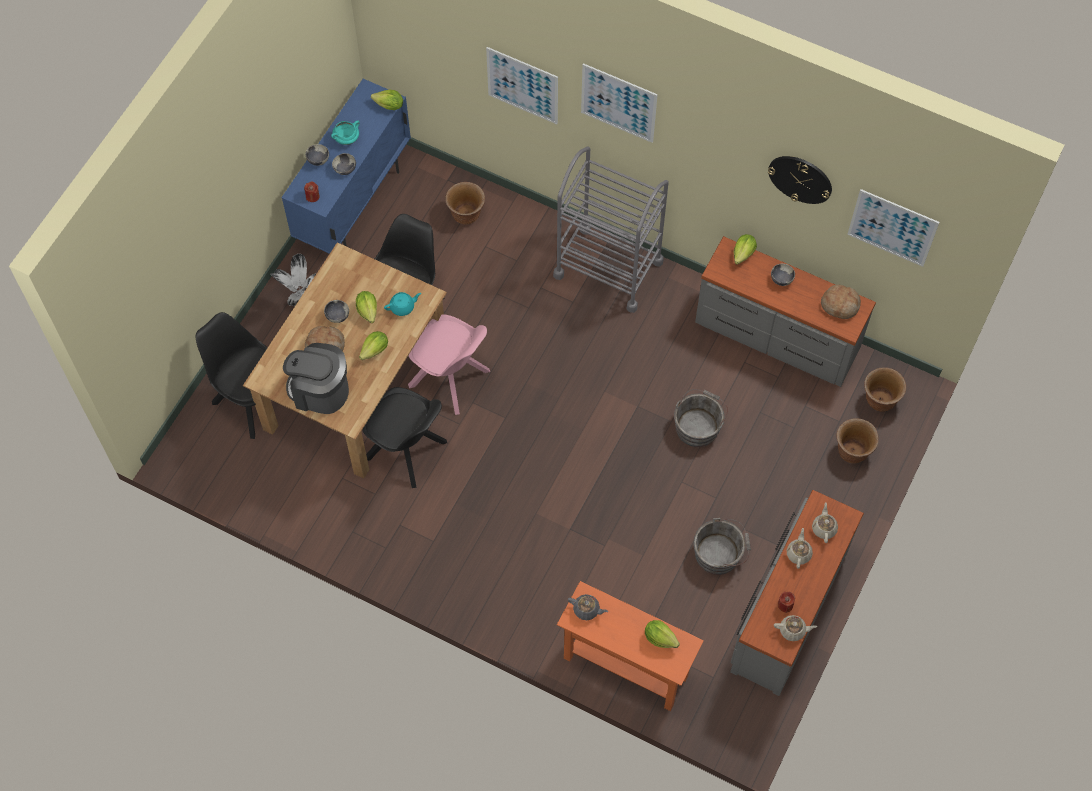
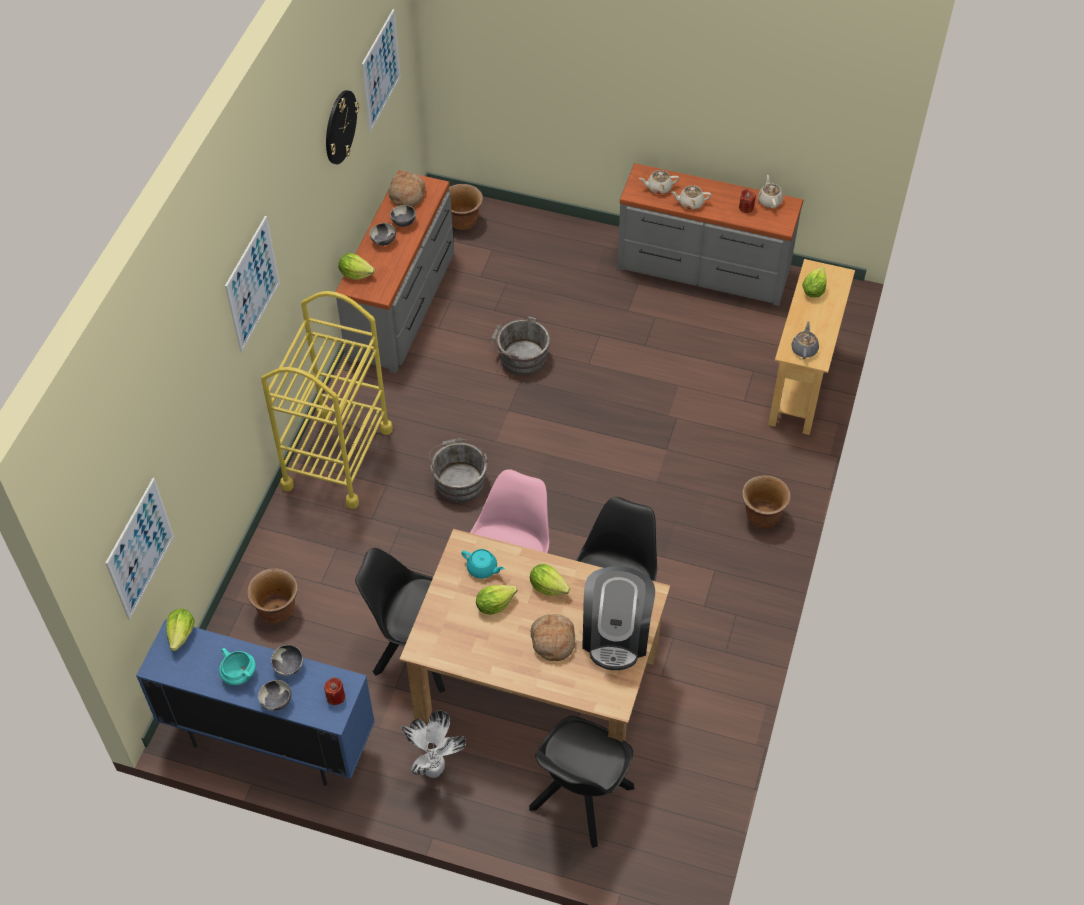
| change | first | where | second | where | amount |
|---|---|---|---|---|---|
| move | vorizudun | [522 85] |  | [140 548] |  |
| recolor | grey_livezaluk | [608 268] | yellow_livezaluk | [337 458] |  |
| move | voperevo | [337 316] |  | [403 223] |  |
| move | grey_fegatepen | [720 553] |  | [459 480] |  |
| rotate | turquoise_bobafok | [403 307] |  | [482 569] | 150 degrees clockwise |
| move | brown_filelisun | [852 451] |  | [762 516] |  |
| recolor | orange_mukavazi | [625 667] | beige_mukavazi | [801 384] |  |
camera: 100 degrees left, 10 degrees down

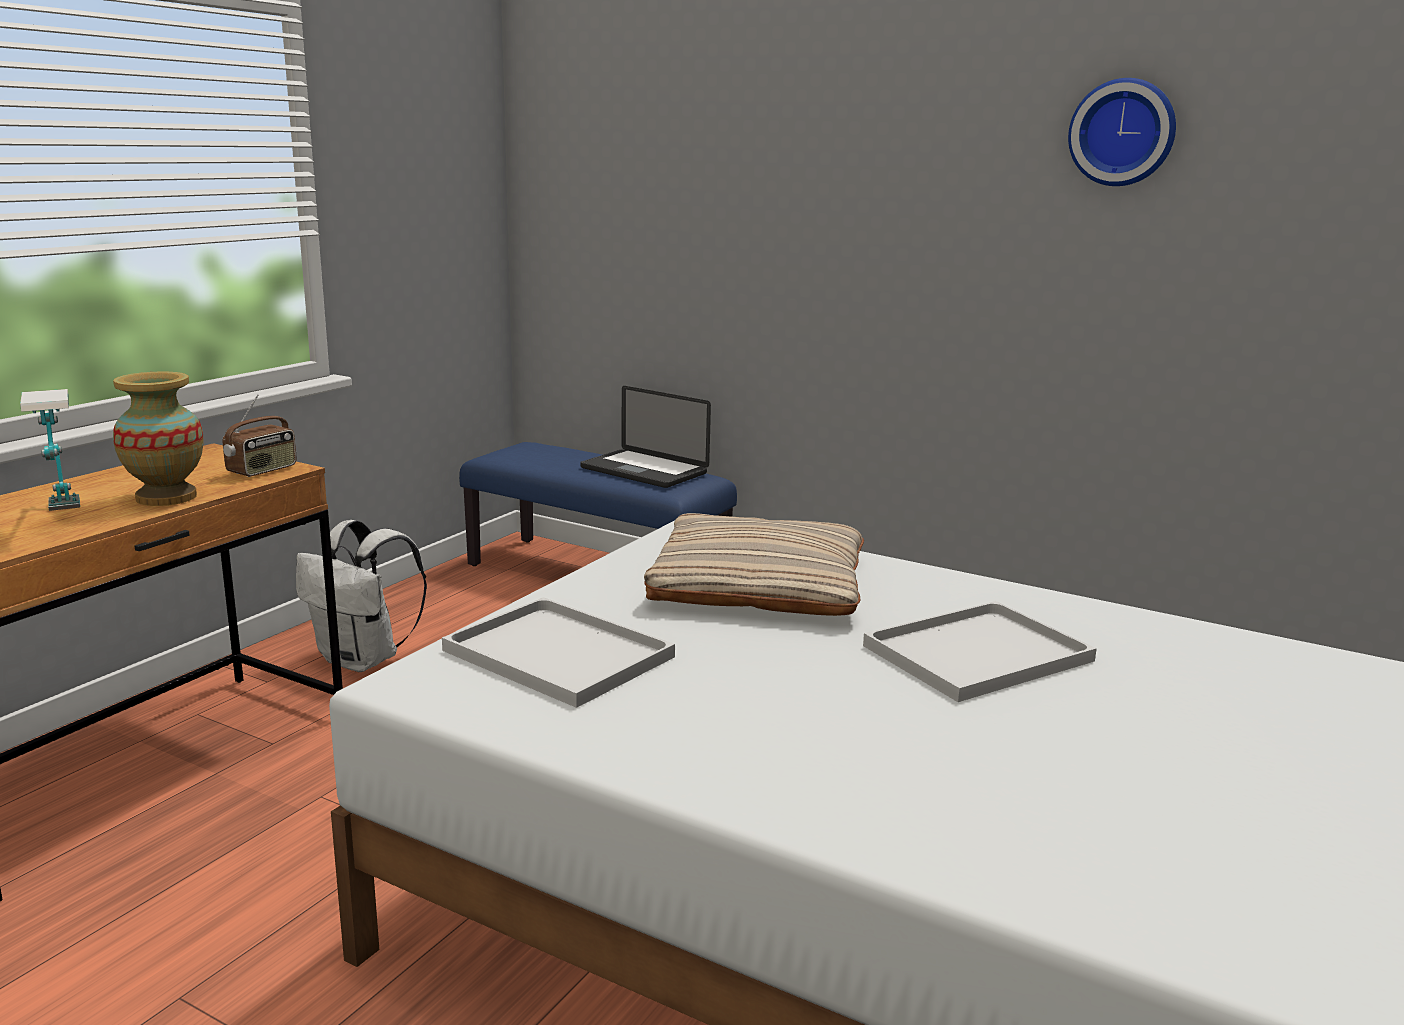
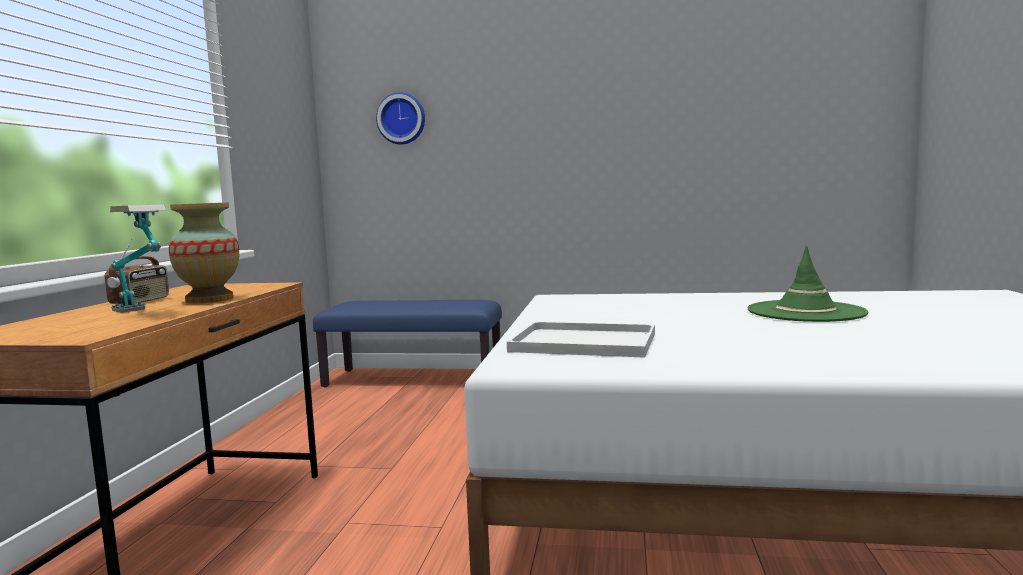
| change | first | where | second | where | amount |
|---|---|---|---|---|---|
| move | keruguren | [263 470] |  | [140 302] |  |
| move | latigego | [1122 132] |  | [402 119] |  |
| replace | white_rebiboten | [976 655] | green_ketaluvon | [805 312] |  |
| delete | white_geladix | [363 660] |  |  |  |
| delete | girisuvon | [644 471] |  |  |  |
| delete | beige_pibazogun | [759 582] |  |  |  |
camera: 20 degrees left, 10 degrees down

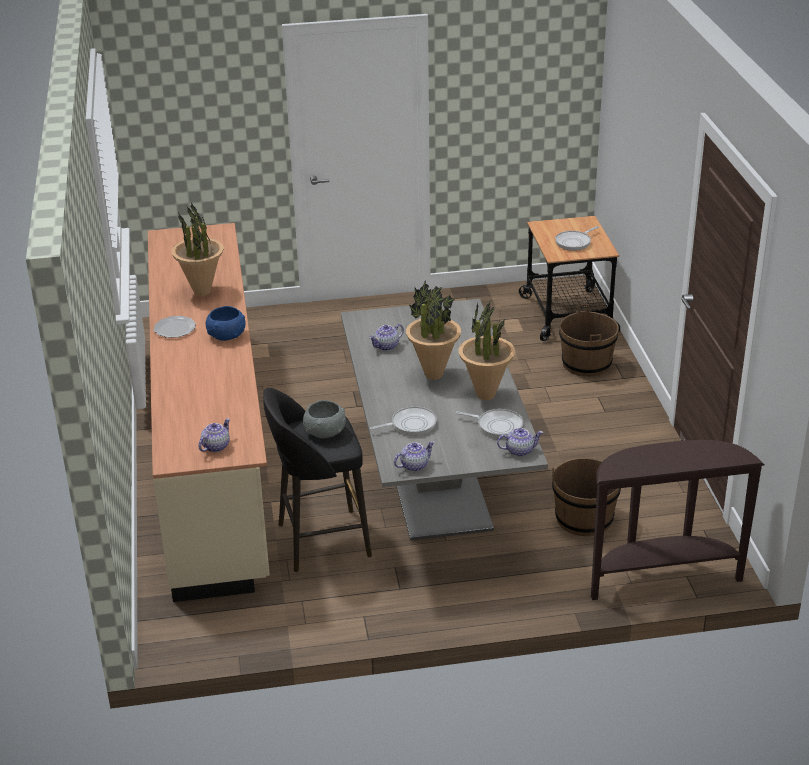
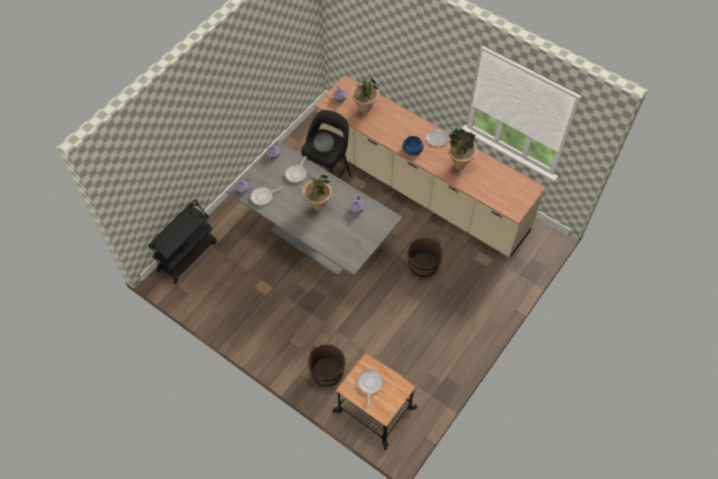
| change | first | where | second | where | amount |
|---|---|---|---|---|---|
| replace | brown_mukavazi | [661 577] | black_livezaluk | [187 256] |  |
| move | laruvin | [485 395] |  | [365 111] |  |
| move | brown_fegatepen | [584 519] |  | [423 265] |  |
camera: 135 degrees right, 25 degrees up

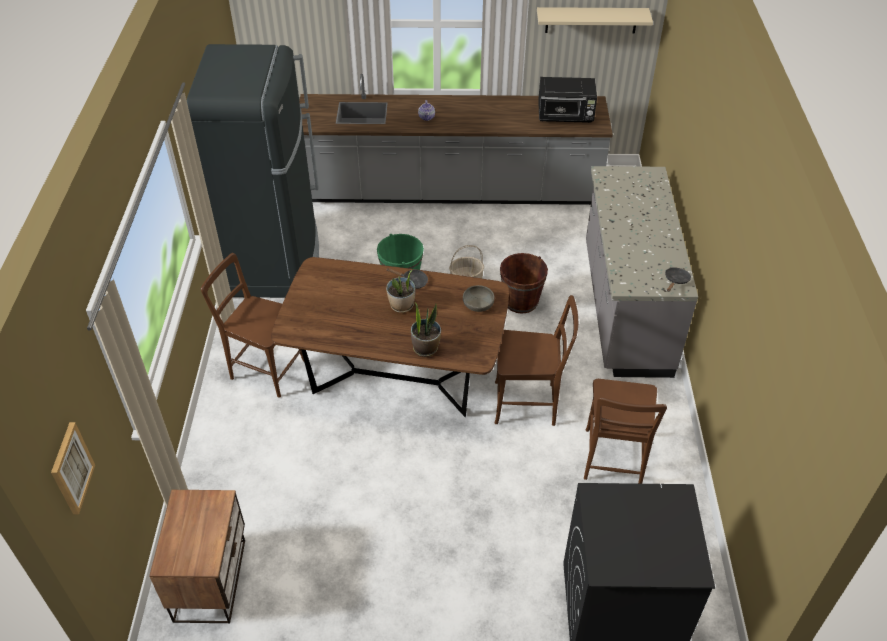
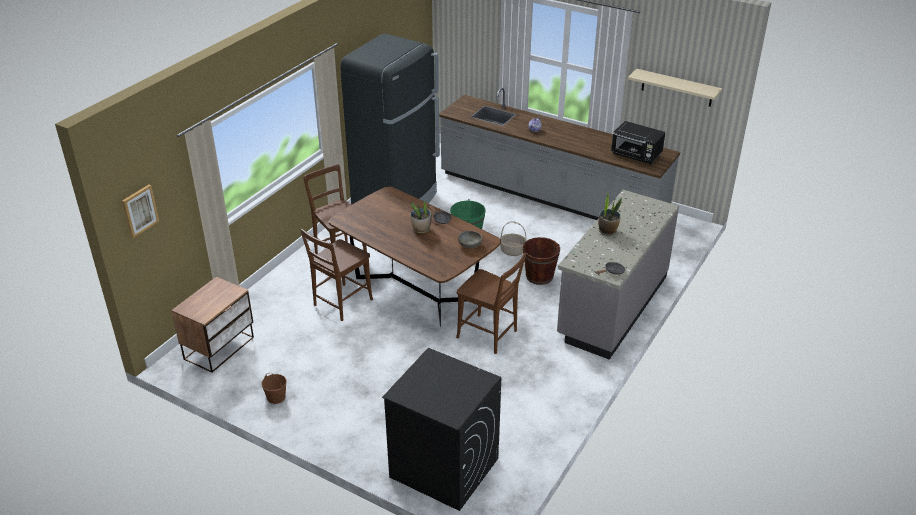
| change | first | where | second | where | amount |
|---|---|---|---|---|---|
| insert |  |  | brown_fegatepen | [275 397] |  |
| move | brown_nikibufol | [612 461] |  | [340 304] |  |
| move | laruvin | [425 348] |  | [607 231] |  |
camera: 30 degrees right, 10 degrees down

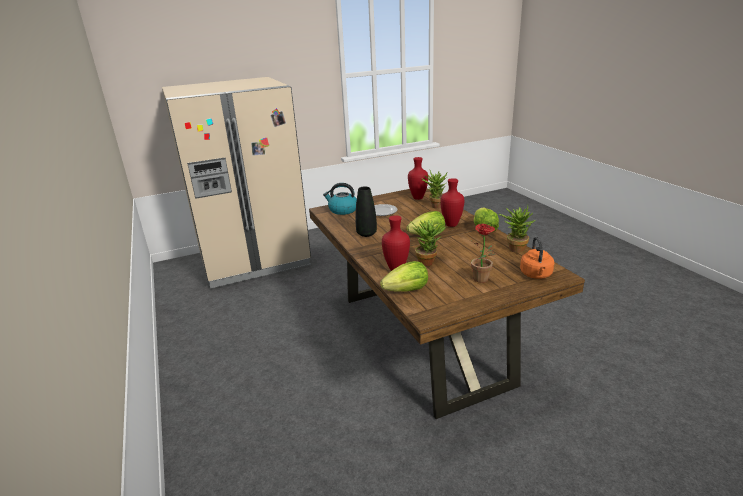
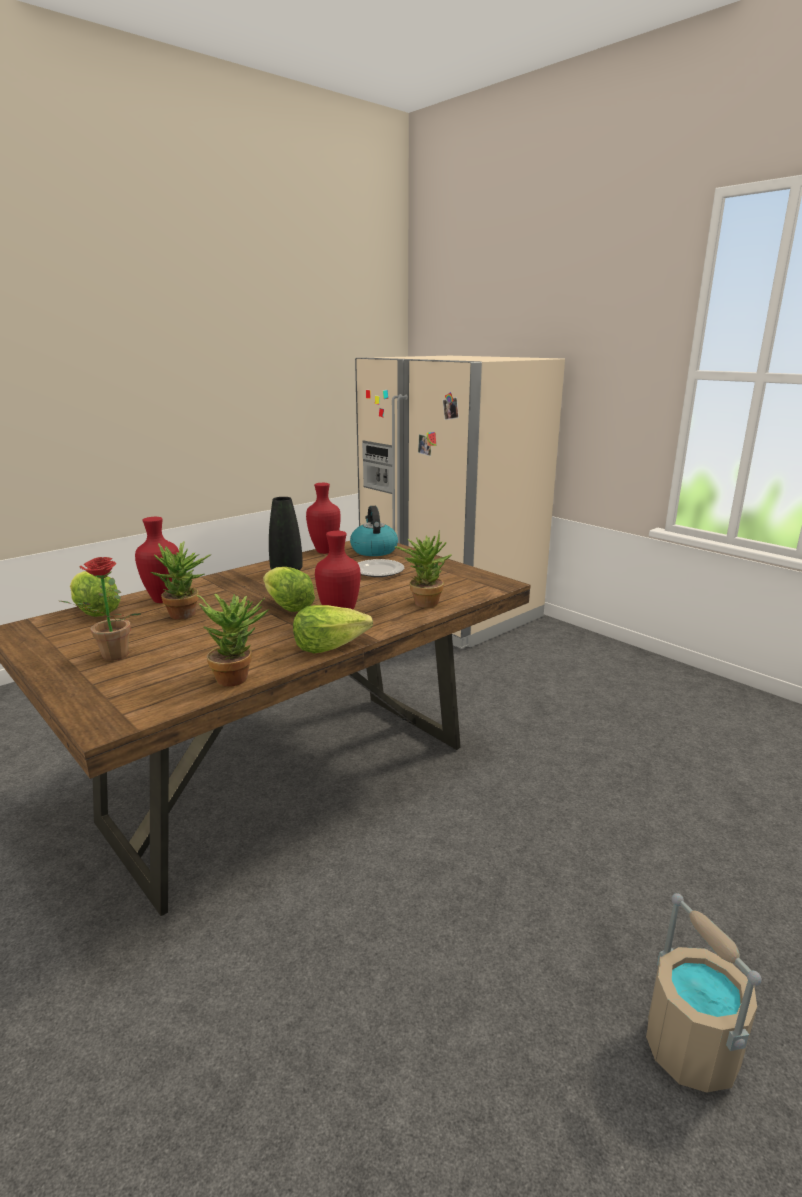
| change | first | where | second | where | amount |
|---|---|---|---|---|---|
| move | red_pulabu | [417 198] |  | [325 551] |  |
| insert |  |  | beige_fegatepen | [690 1048] |  |
| delete | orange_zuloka | [536 275] |  |  |  |
camera: 70 degrees right, 5 degrees down

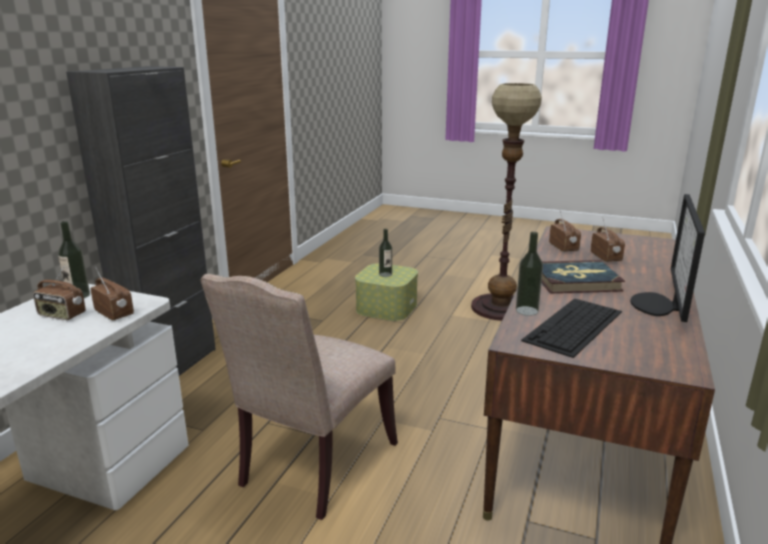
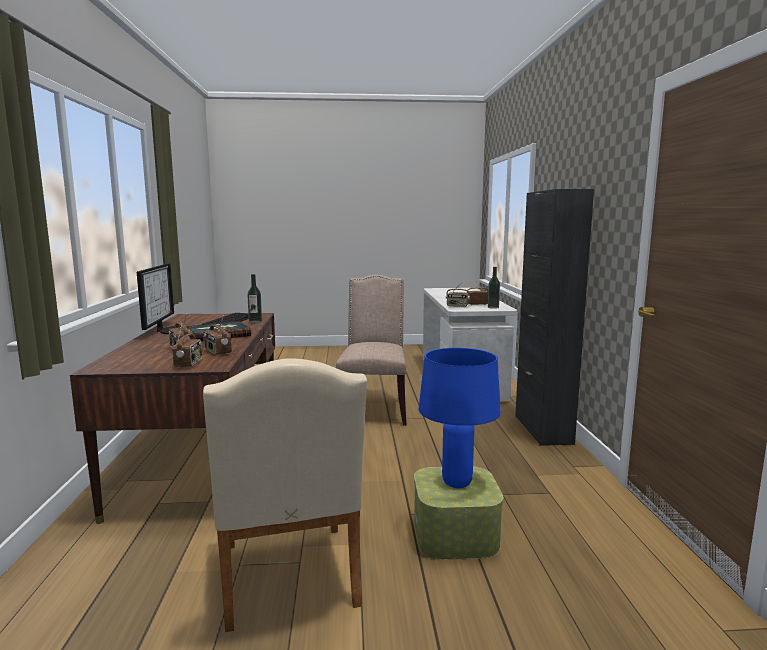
| change | first | where | second | where | amount |
|---|---|---|---|---|---|
| insert |  |  | keruguren | [189 364] |  |
| replace | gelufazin | [500 307] | beige_nikibufol | [289 581] |  |
| replace | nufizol | [385 274] | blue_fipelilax | [457 483] |  |
camera: 155 degrees right, 10 degrees down

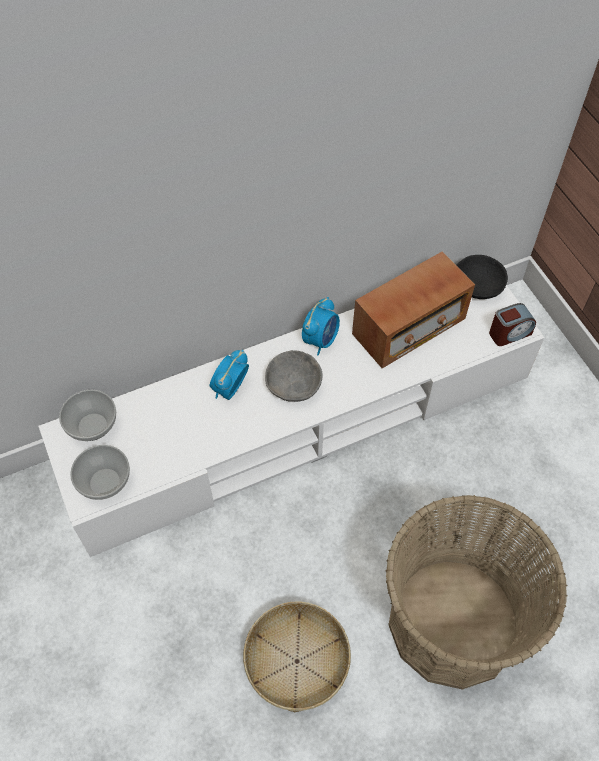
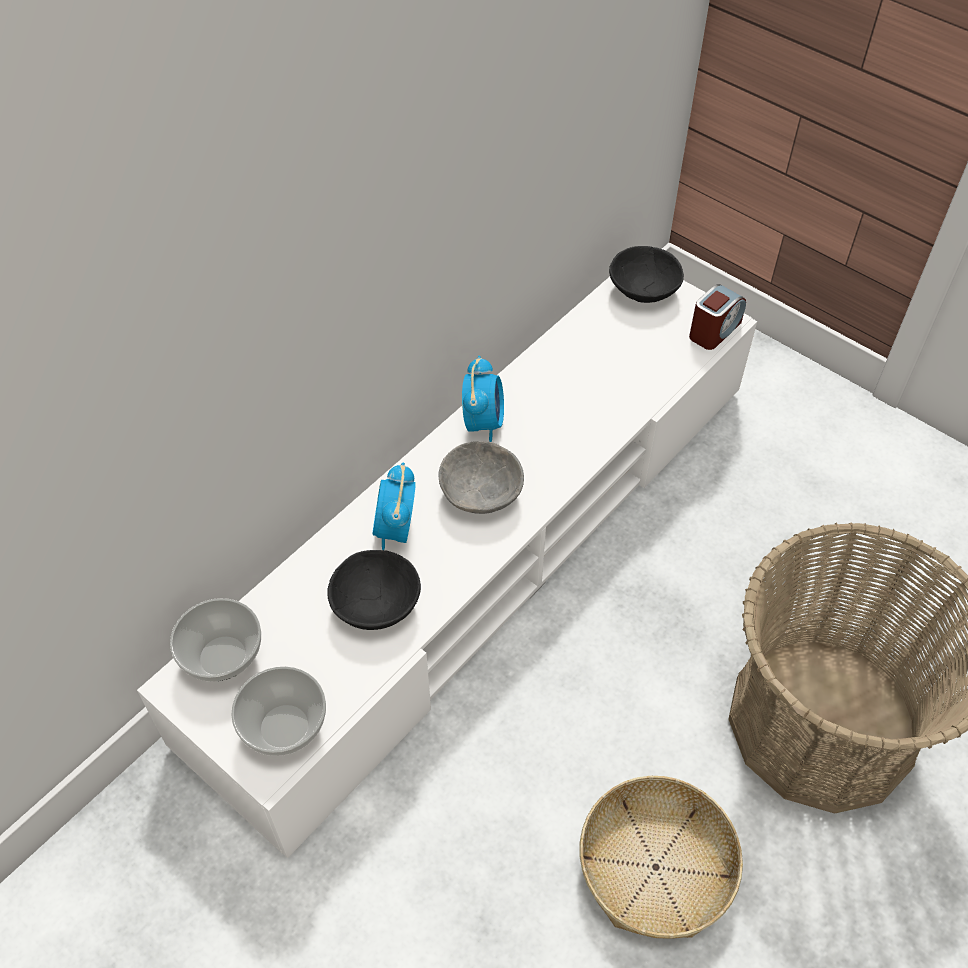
| change | first | where | second | where | amount |
|---|---|---|---|---|---|
| insert |  |  | black_voperevo | [377 604] |  |
| delete | keruguren | [409 328] |  |  |  |
camera: 25 degrees left, 5 degrees down

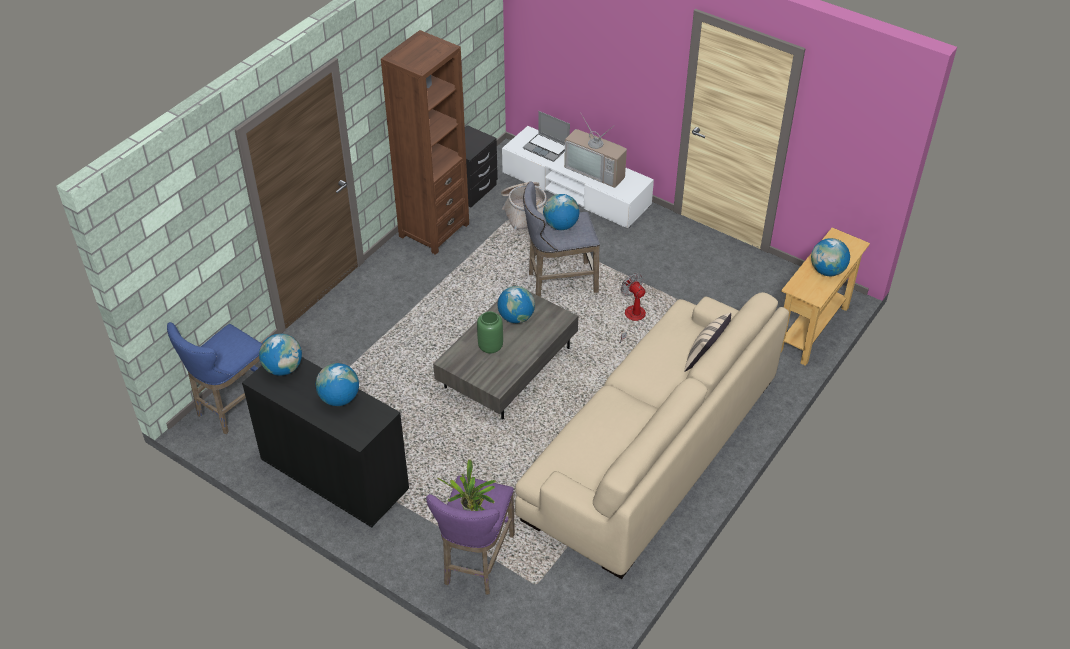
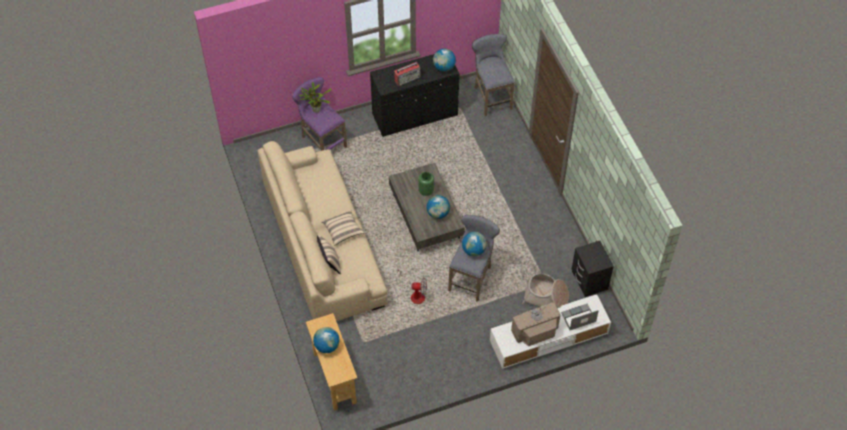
| change | first | where | second | where | amount |
|---|---|---|---|---|---|
| insert |  |  | beige_pibazogun | [343 231] |  |
| replace | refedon | [339 398] | keruguren | [407 78] |  |
| recolor | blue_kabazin | [232 406] | grey_kabazin | [491 96] |  |
| delete | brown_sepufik | [434 230] |  |  |  |
camera: 125 degrees right, 10 degrees up

